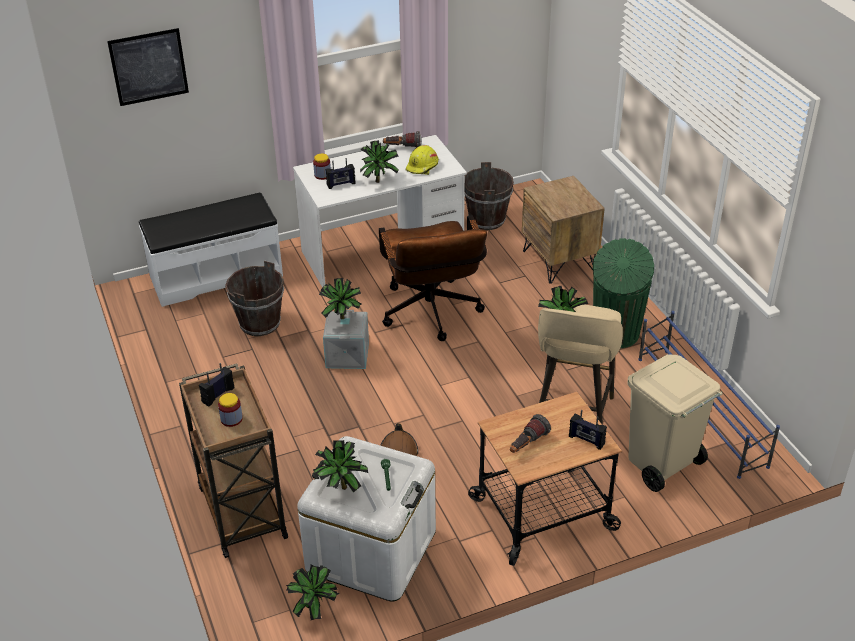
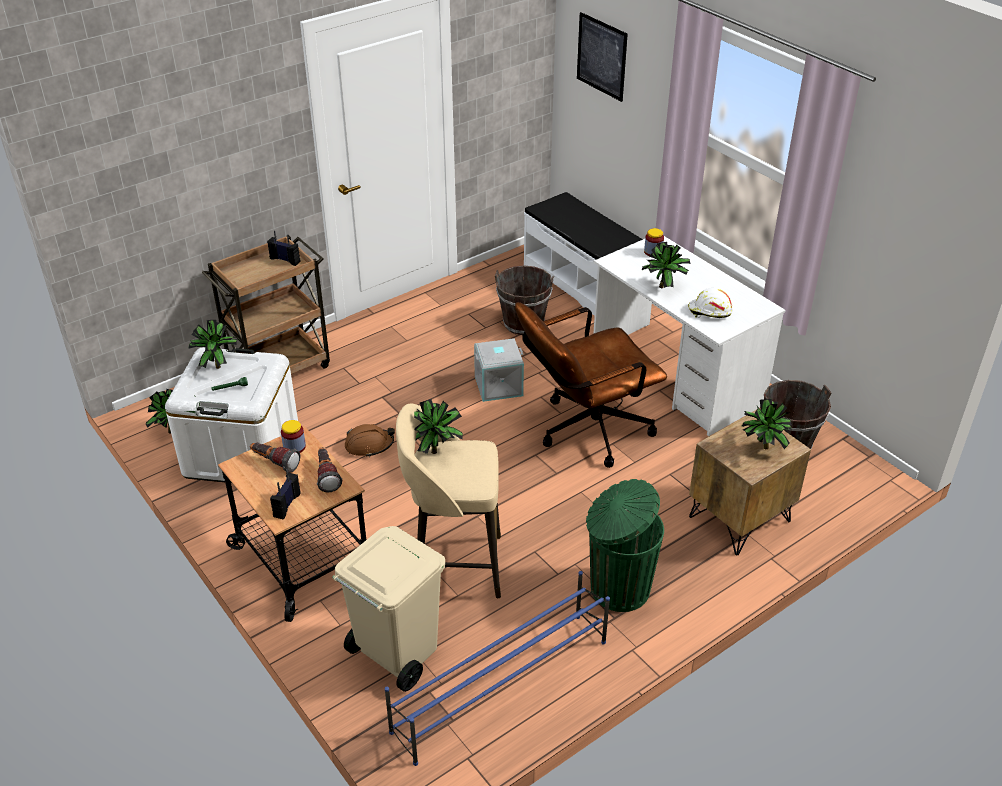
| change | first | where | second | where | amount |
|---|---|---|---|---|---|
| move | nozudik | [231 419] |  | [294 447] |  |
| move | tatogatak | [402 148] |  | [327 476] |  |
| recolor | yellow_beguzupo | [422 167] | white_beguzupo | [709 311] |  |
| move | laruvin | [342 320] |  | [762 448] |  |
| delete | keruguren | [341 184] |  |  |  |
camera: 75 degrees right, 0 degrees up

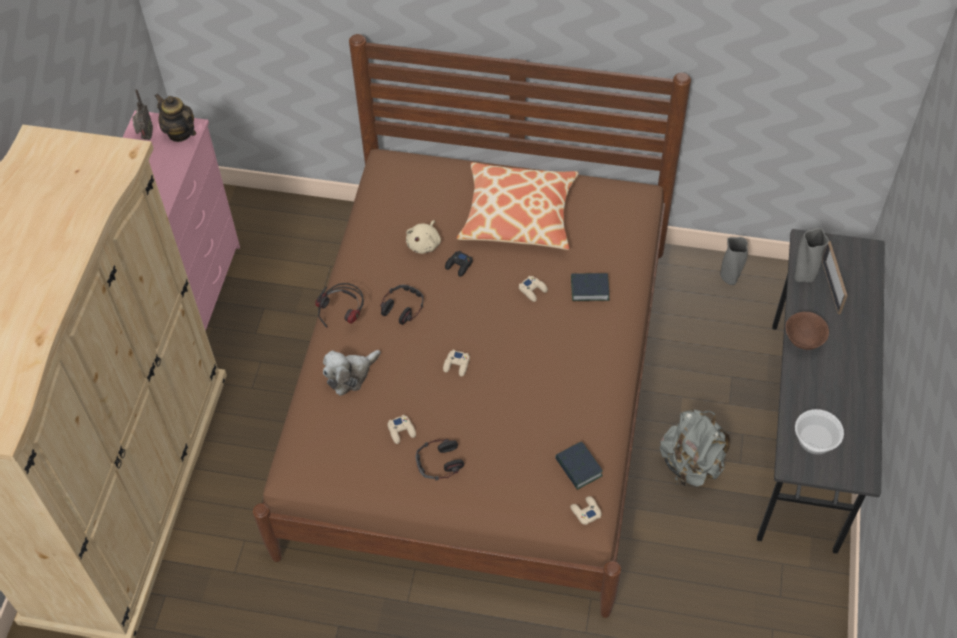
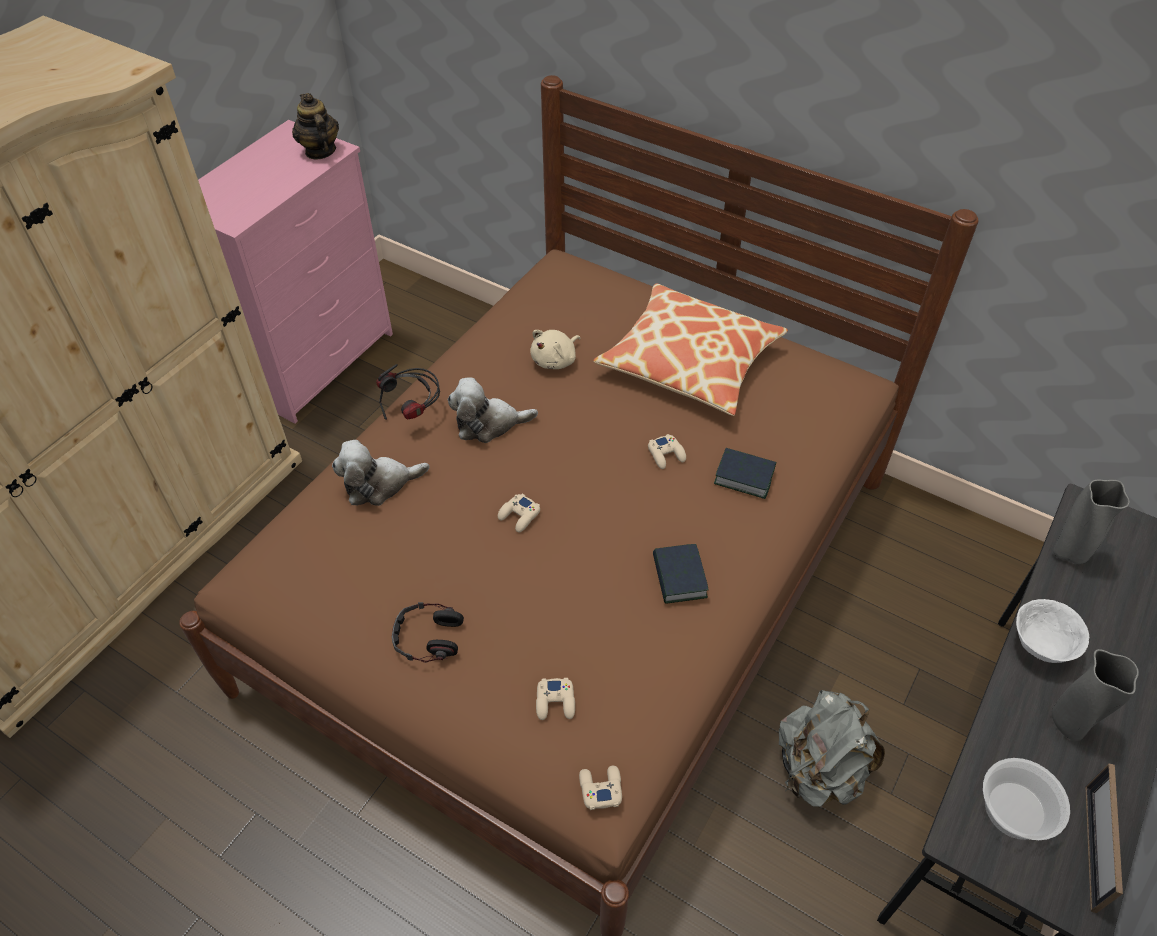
| change | first | where | second | where | amount |
|---|---|---|---|---|---|
| replace | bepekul | [402 307] | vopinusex | [488 424] |  |
| move | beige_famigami | [401 431] |  | [555 702] |  |
| move | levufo | [578 468] |  | [679 577] |  |
| recolor | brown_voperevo | [803 341] | white_voperevo | [1039 646] |  |
| move | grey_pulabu | [730 278] |  | [1069 724] |  |
| move | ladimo | [831 286] |  | [1091 847] |  |
| delete | keruguren | [146 137] |  |  |  |
| delete | black_famigami | [459 266] |  |  |  |
camera: 20 degrees right, 5 degrees down

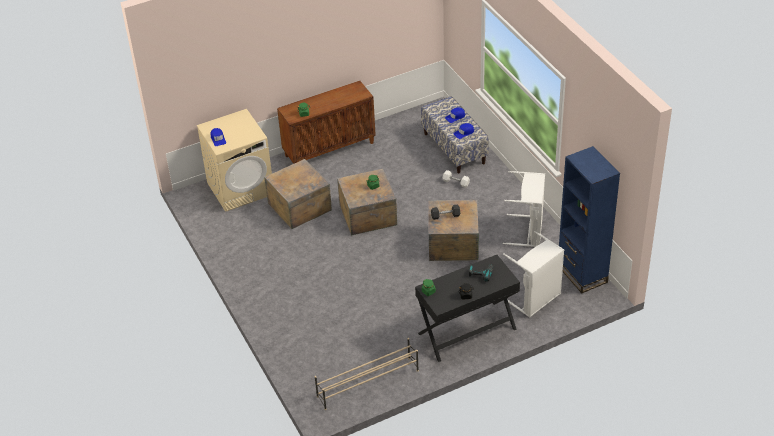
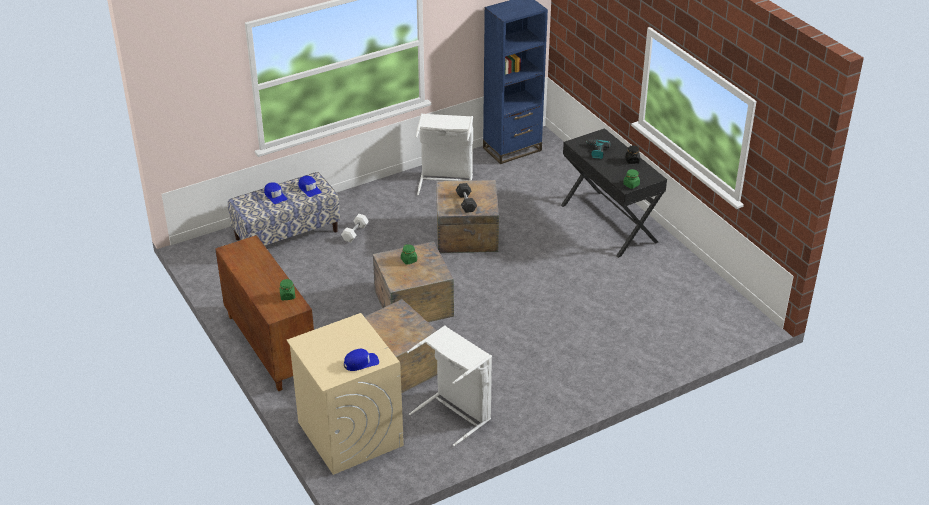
| change | first | where | second | where | amount |
|---|---|---|---|---|---|
| move | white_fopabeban | [535 299] |  | [455 413] |  |
| delete | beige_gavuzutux | [367 383] |  |  |  |
camera: 95 degrees left, 5 degrees down

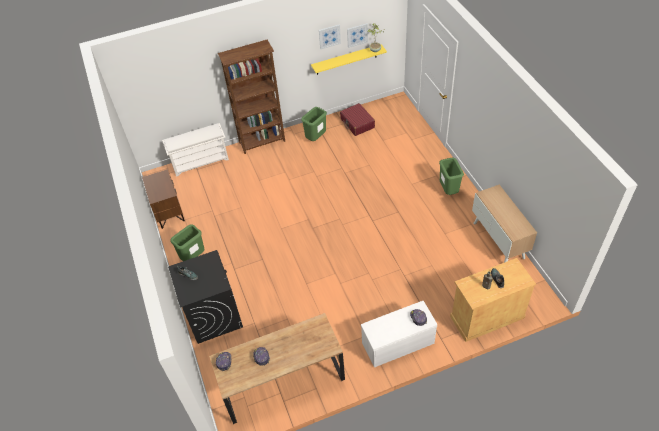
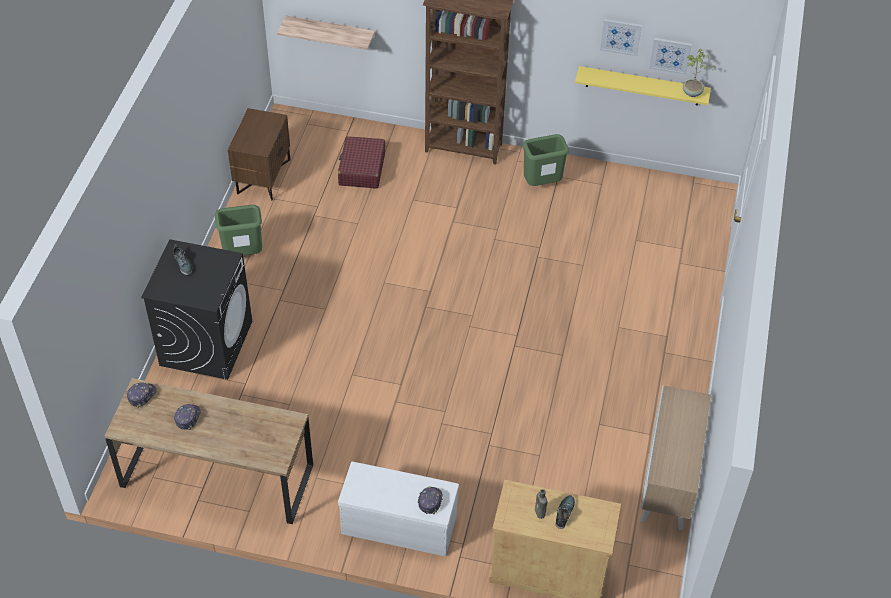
| change | first | where | second | where | amount |
|---|---|---|---|---|---|
| insert |  |  | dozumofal | [330 32] |  |
| move | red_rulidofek | [357 123] |  | [361 169] |  |
| delete | white_gavuzutux | [200 161] |  |  |  |
| delete | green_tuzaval | [448 191] |  |  |  |
camera: 30 degrees right, 0 degrees up

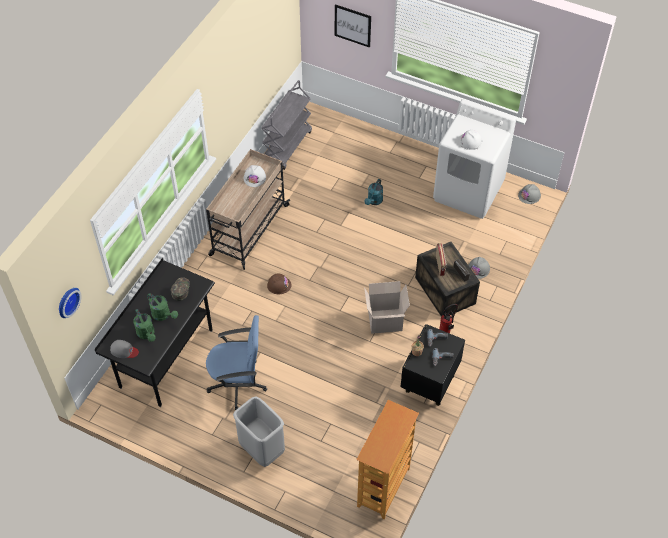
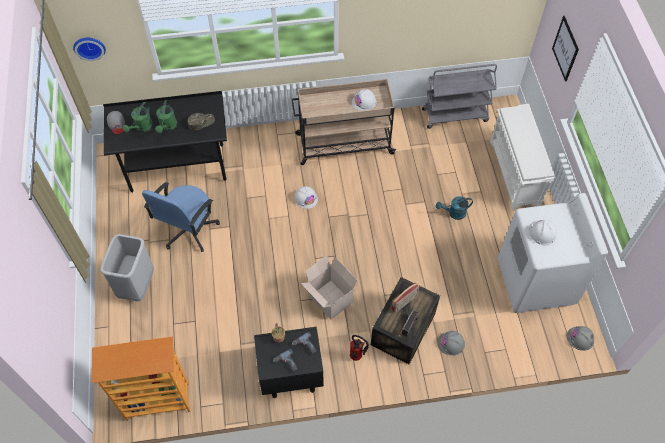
| change | first | where | second | where | amount |
|---|---|---|---|---|---|
| rotate | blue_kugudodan | [238 383] |  | [188 230] | 60 degrees clockwise |
| recolor | brown_beguzupo | [279 285] | white_beguzupo | [306 198] |  |
| insert |  |  | white_gavuzutux | [515 173] |  |
camera: 55 degrees right, 5 degrees up

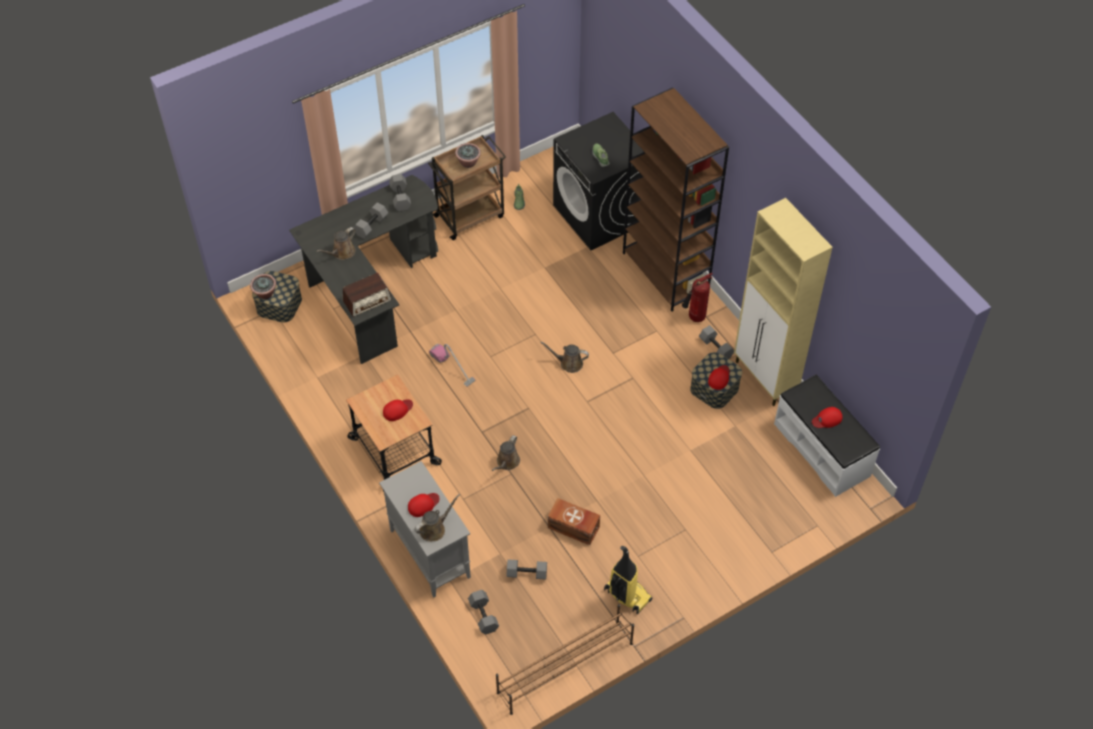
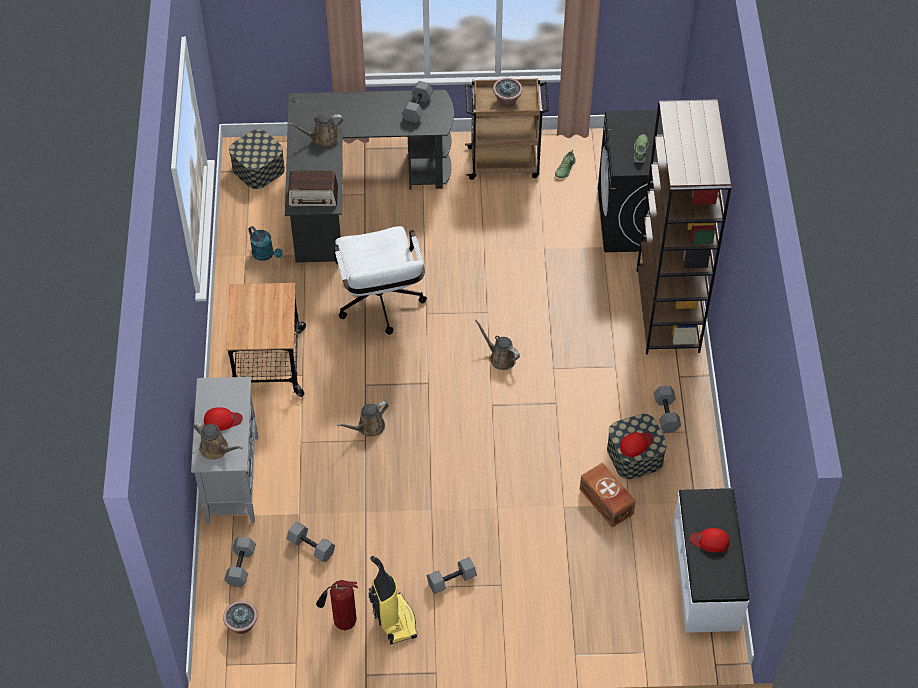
| change | first | where | second | where | amount |
|---|---|---|---|---|---|
| rotate | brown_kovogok | [434 529] |  | [216 449] | 45 degrees clockwise |
| move | laruvin | [265 294] |  | [242 625] |  |
| insert |  |  | turquoise_kovogok | [265 255] |  |
| move | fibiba | [695 318] |  | [342 622] |  |
| replace | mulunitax | [452 367] | white_kugudodan | [381 306] |  |
| move | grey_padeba | [371 225] |  | [451 579] |  |
| move | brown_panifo | [574 528] |  | [606 502] |  |
| delete | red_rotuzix | [397 410] |  |  |  |
| delete | brown_gavuzutux | [564 668] |  |  |  |
| delete | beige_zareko | [765 379] |  |  |  |
camera: 30 degrees right, 0 degrees up

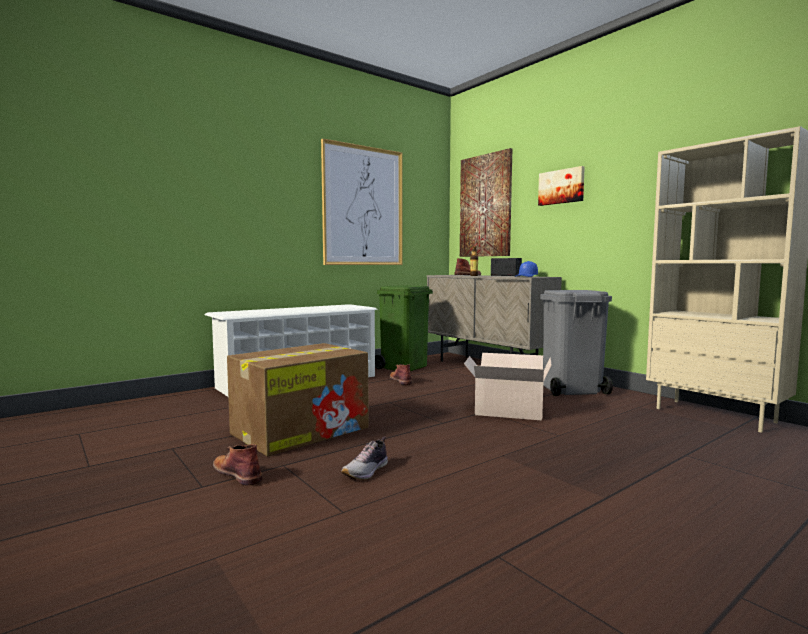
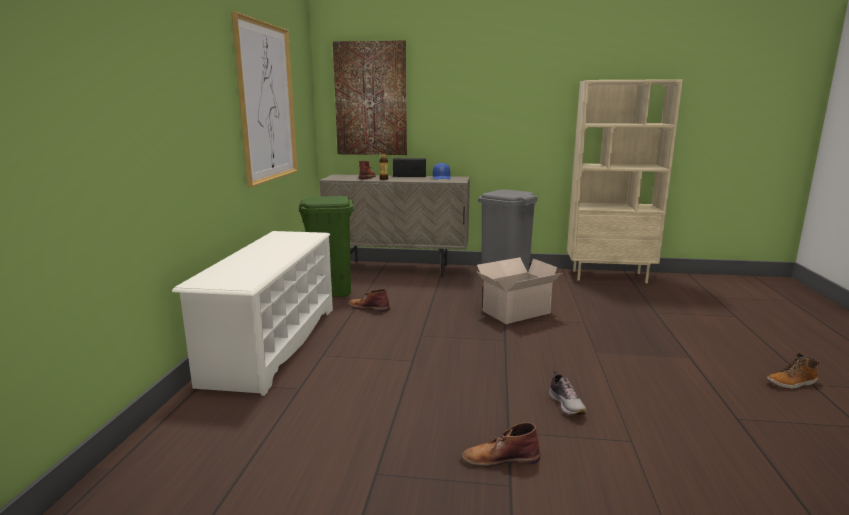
| change | first | where | second | where | amount |
|---|---|---|---|---|---|
| insert |  |  | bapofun | [792 383] |  |
| delete | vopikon | [302 430] |  |  |  |
| delete | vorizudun | [561 187] |  |  |  |
camera: 45 degrees left, 10 degrees up

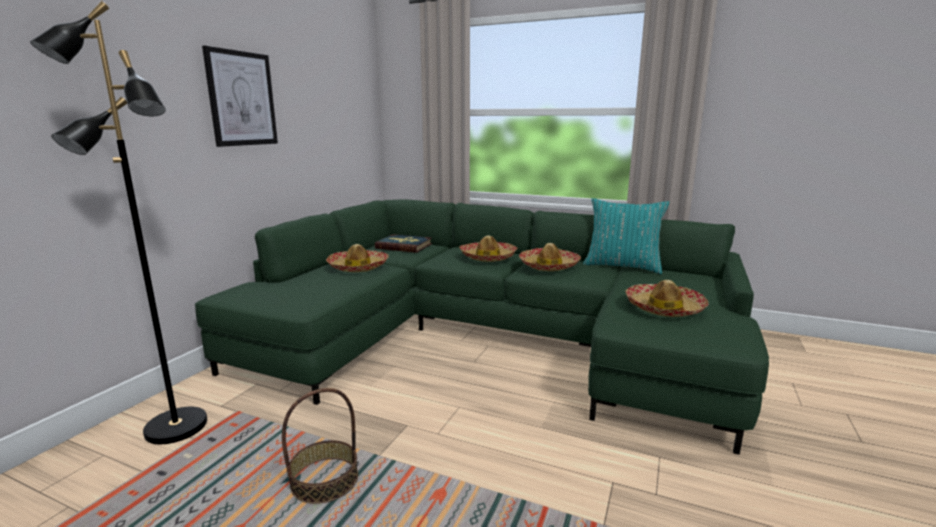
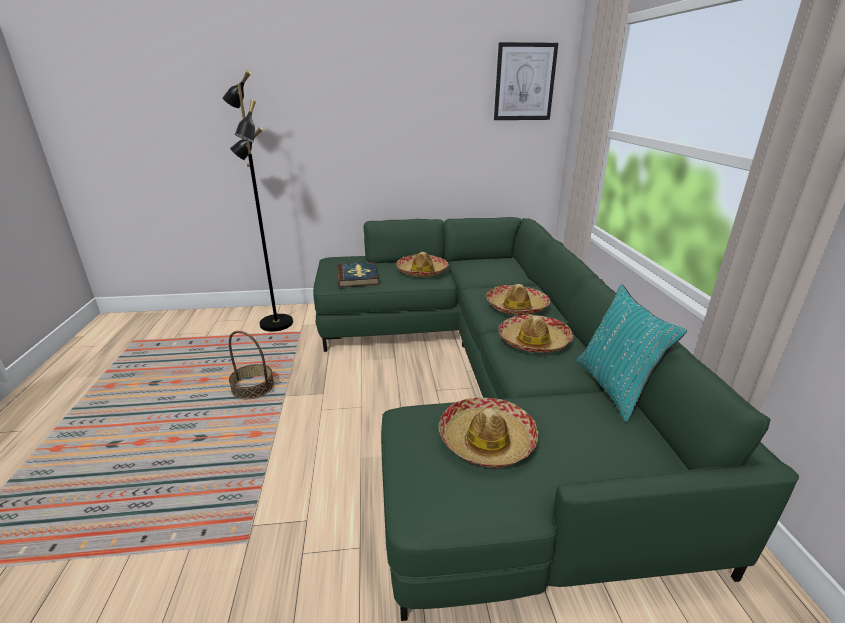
| change | first | where | second | where | amount |
|---|---|---|---|---|---|
| move | levufo | [404 246] |  | [358 277] |  |
| move | vorizudun | [242 99] |  | [524 82] |  |
camera: 60 degrees right, 10 degrees up

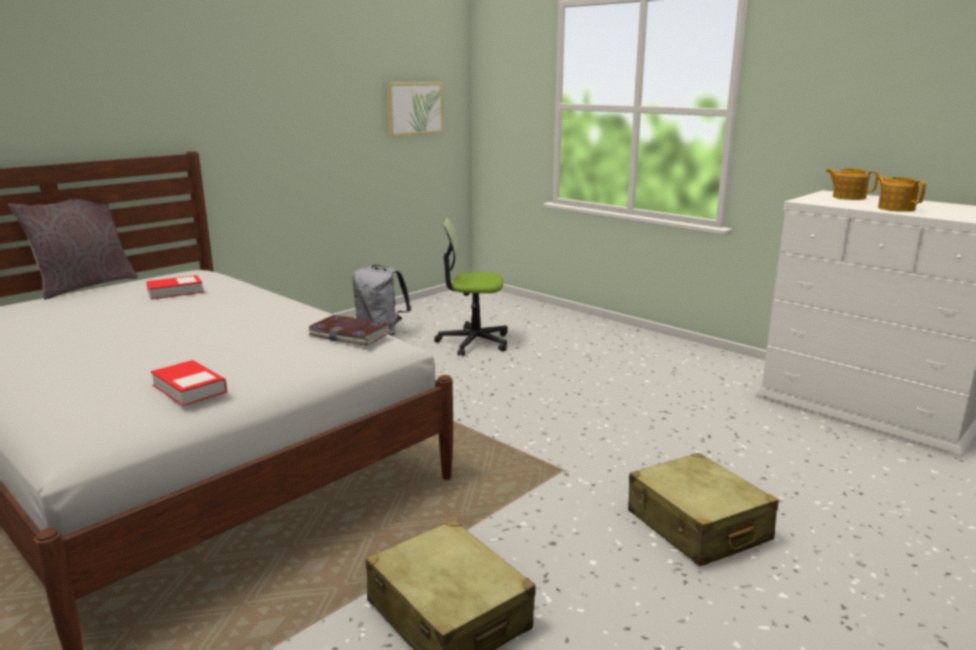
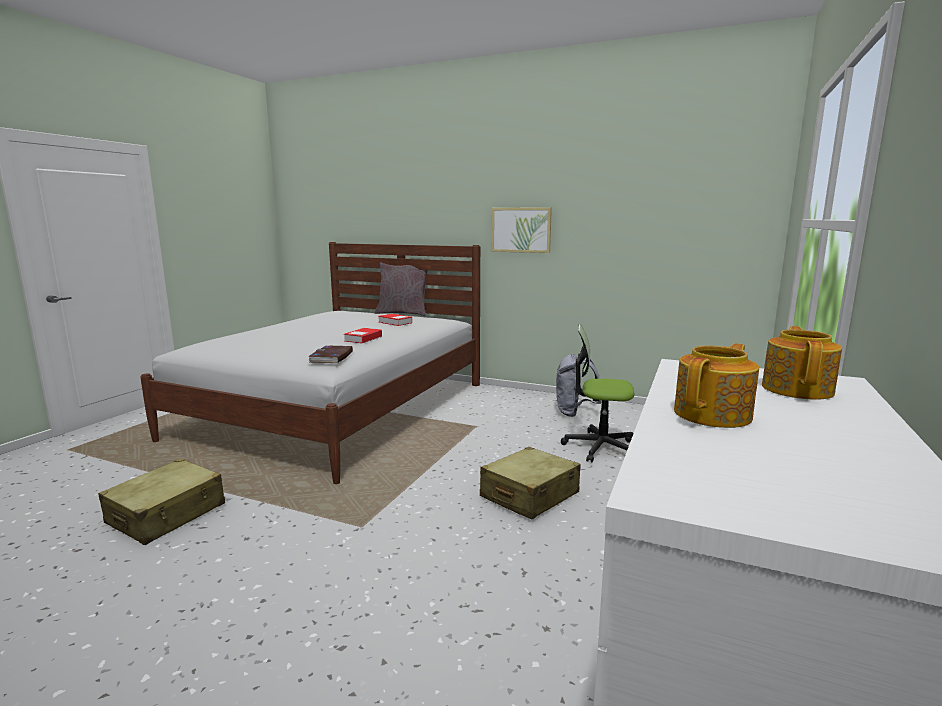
| change | first | where | second | where | amount |
|---|---|---|---|---|---|
| move | levufo | [189 389] |  | [363 339] |  |
| move | beige_rulidofek | [697 526] |  | [529 495] |  |
| move | vorizudun | [414 108] |  | [521 230] |  |
| rotate | kugudodan | [473 342] |  | [600 447] | 60 degrees counterclockwise |
camera: 70 degrees right, 5 degrees down

